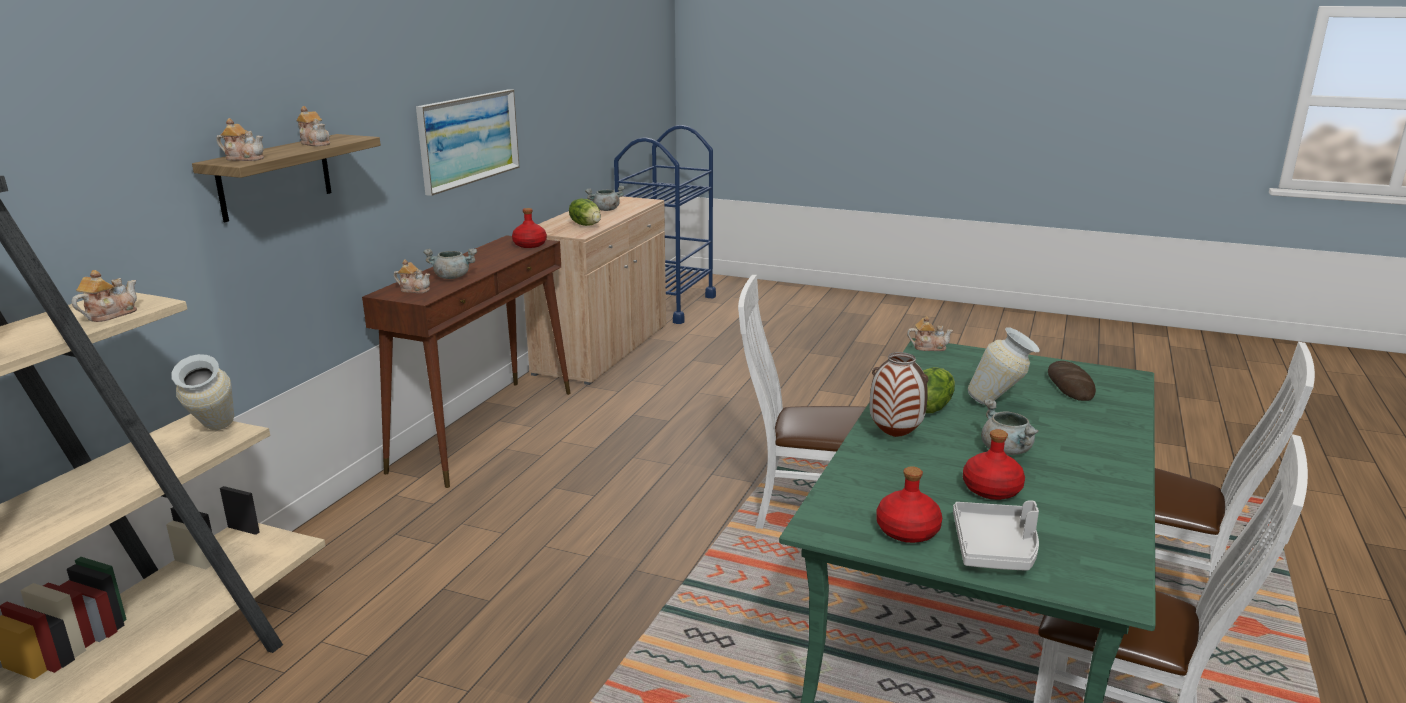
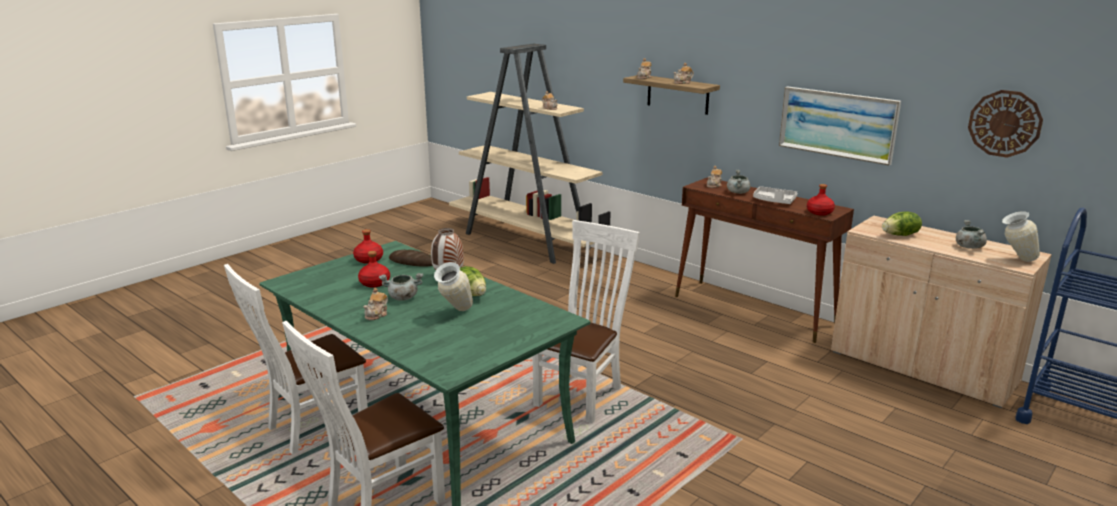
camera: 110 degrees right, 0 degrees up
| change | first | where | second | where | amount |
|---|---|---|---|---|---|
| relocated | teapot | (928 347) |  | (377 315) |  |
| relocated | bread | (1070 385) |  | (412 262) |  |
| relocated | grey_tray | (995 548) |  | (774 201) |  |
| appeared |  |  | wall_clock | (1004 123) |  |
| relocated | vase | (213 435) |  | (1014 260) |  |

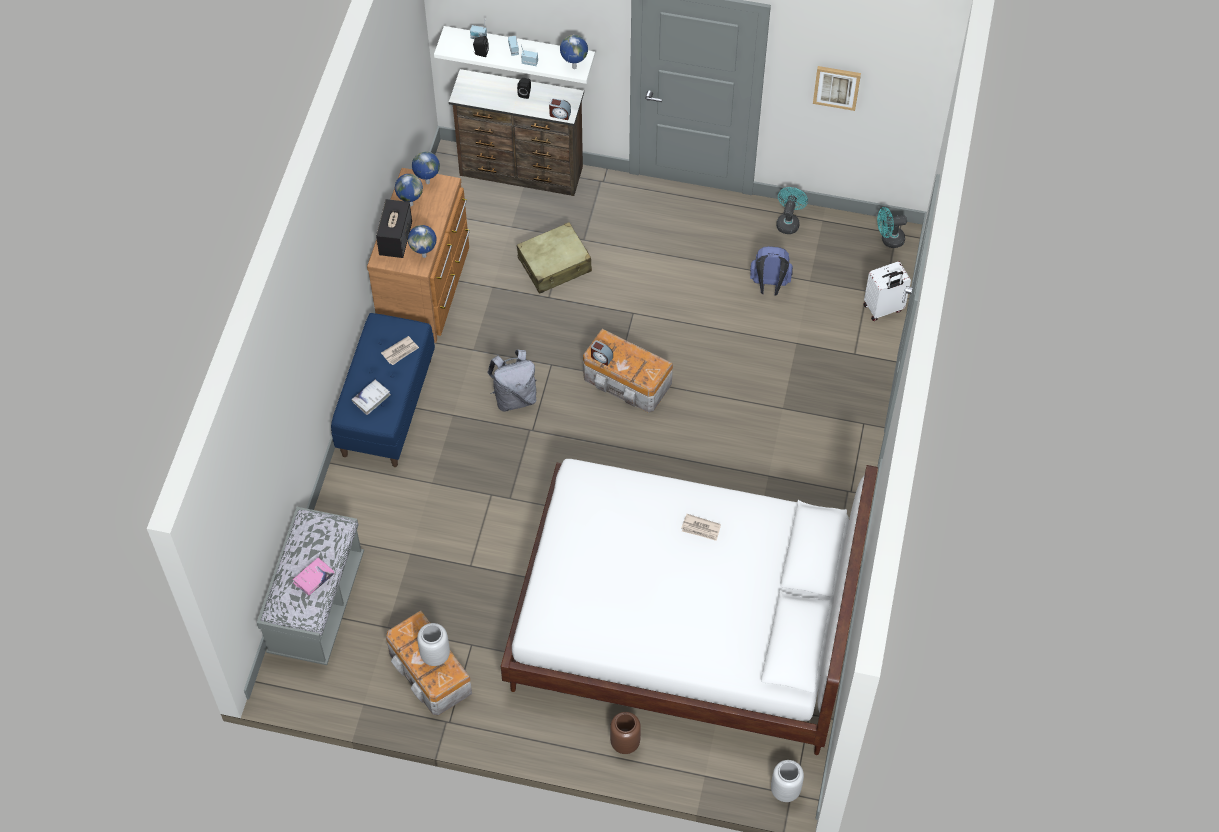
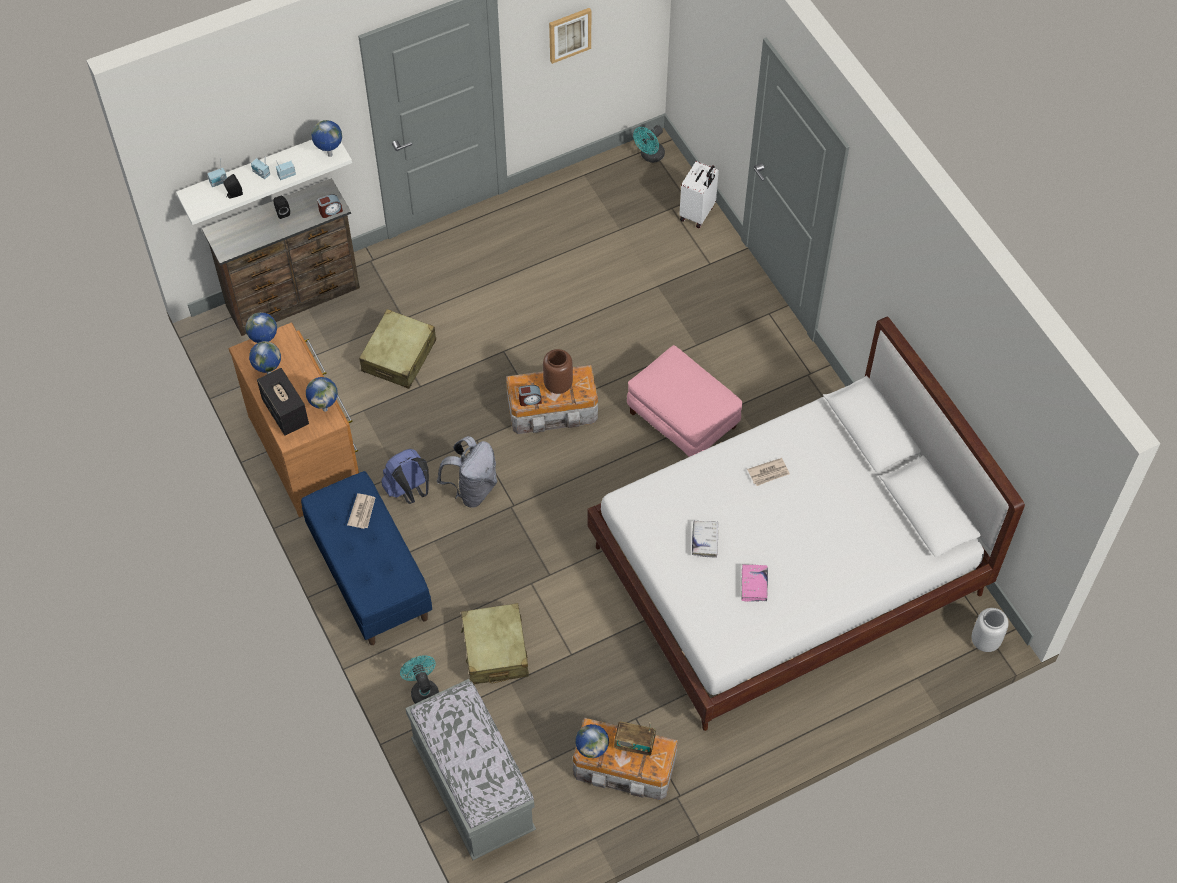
camera: 40 degrees left, 0 degrees up
| change | first | where | second | where | amount |
|---|---|---|---|---|---|
| relocated | blue_backpack | (769 285) |  | (409 491) |  |
| relocated | turquoise_fan | (788 222) |  | (423 690) |  |
| appeared |  |  | beige_suitcase | (495 651) |  |
| relocated | brown_vase | (624 743) |  | (558 385) |  |
| appeared |  |  | globe | (592 753) |  |
| exchanged | grey_vase | (436 655) | radio | (634 744) |  |
| appeared |  |  | pink_ottoman | (683 419) |  |
| relocated | white_book | (371 398) |  | (705 540) |  |
| relocated | pink_book | (313 579) |  | (754 585) |  |

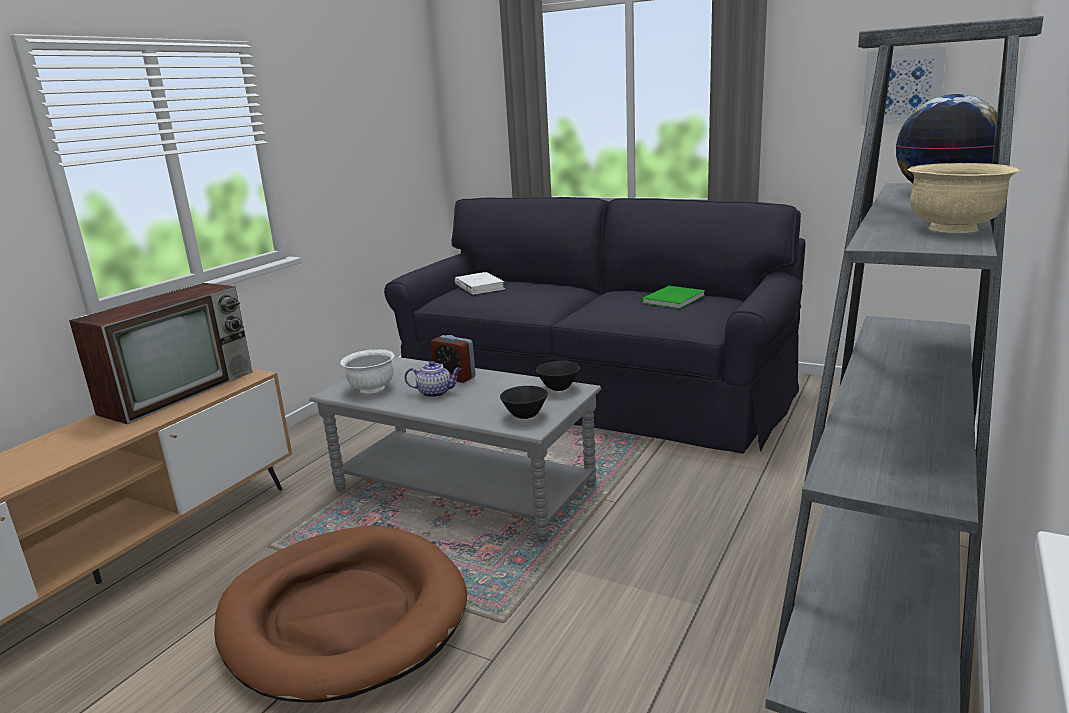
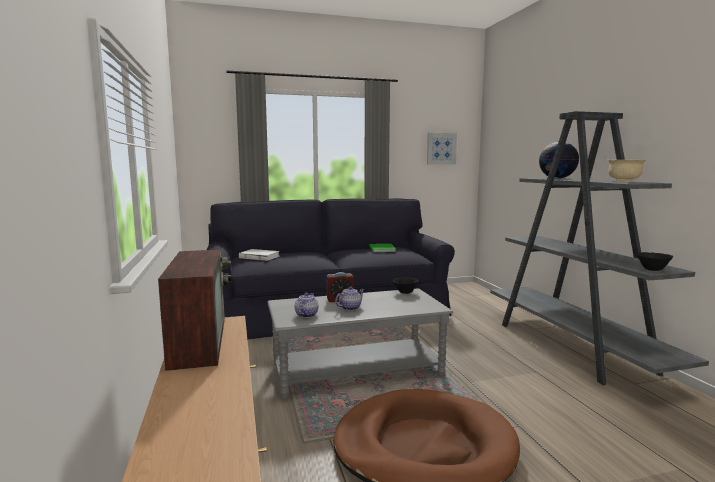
camera: 45 degrees left, 10 degrees down
| change | first | where | second | where | amount |
|---|---|---|---|---|---|
| exchanged | white_bowl | (371 388) | teapot | (306 315) |  |
| relocated | black_bowl | (525 416) |  | (652 270) |  |

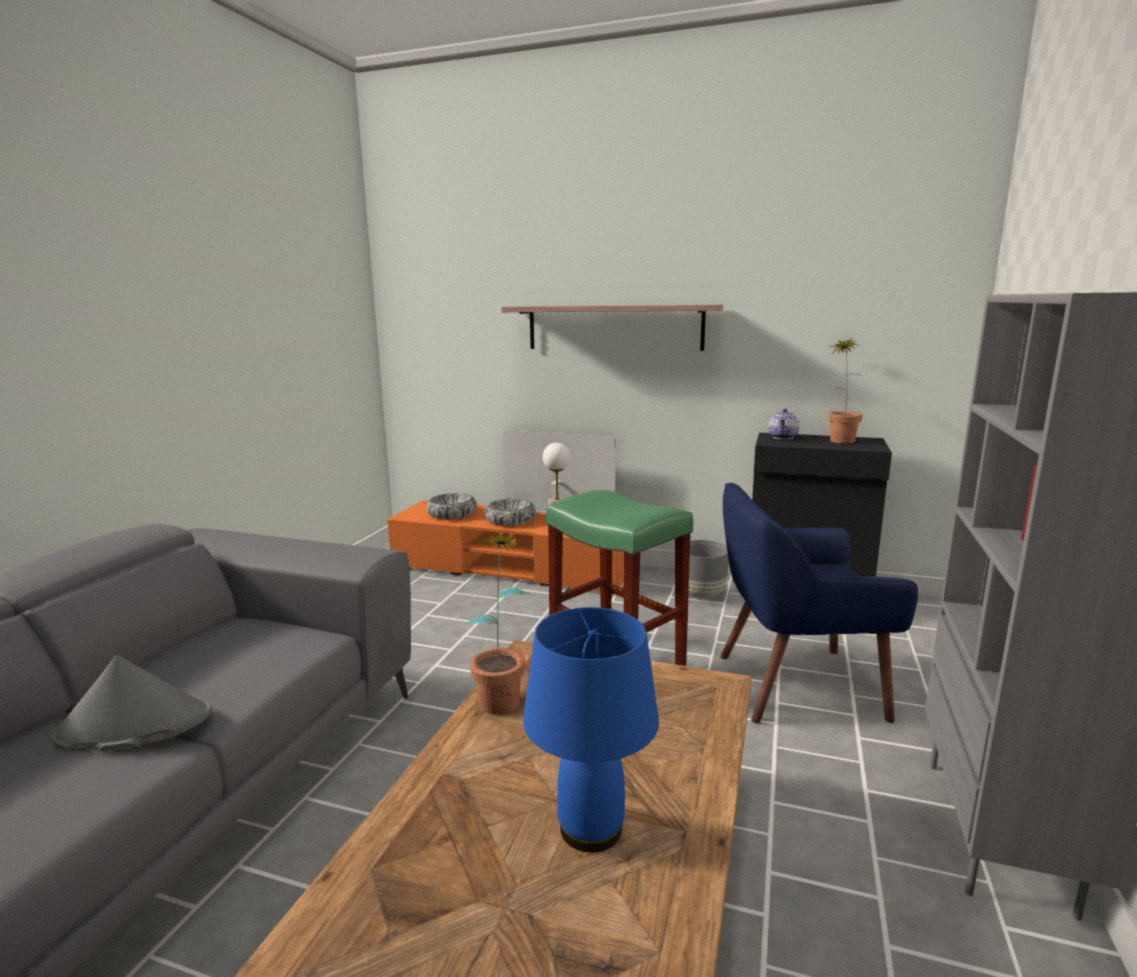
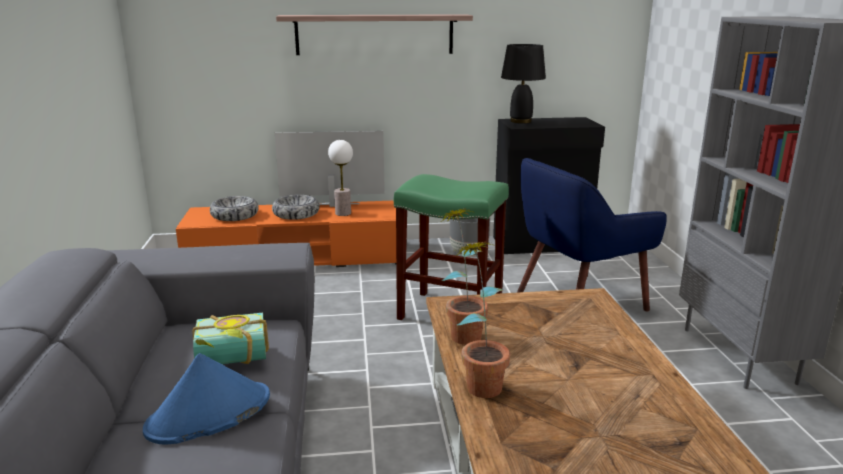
camera: 25 degrees left, 5 degrees up
| change | first | where | second | where | amount |
|---|---|---|---|---|---|
| colour | grey_hat | (134 725) | blue_hat | (209 414) |  |
| appeared |  |  | book | (232 361) |  |
| relocated | potted_plant | (840 439) |  | (480 381) |  |
| exchanged | teapot | (783 437) | black_table_lamp | (521 121) |  |
| missing | blue_table_lamp | (590 829) |  |  |  |

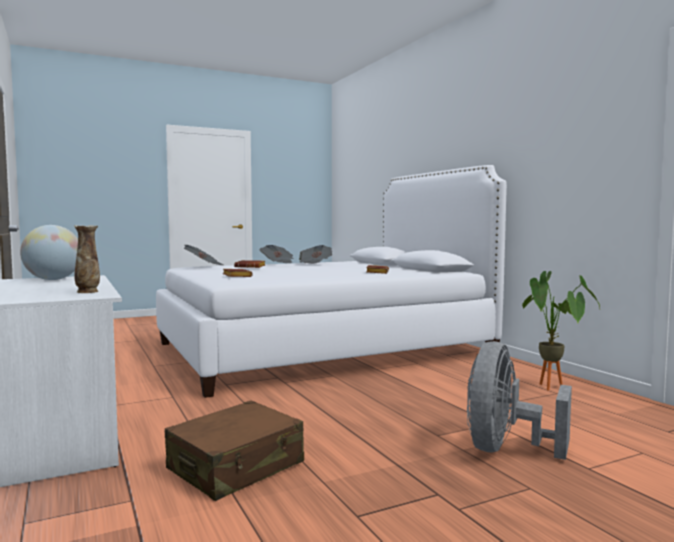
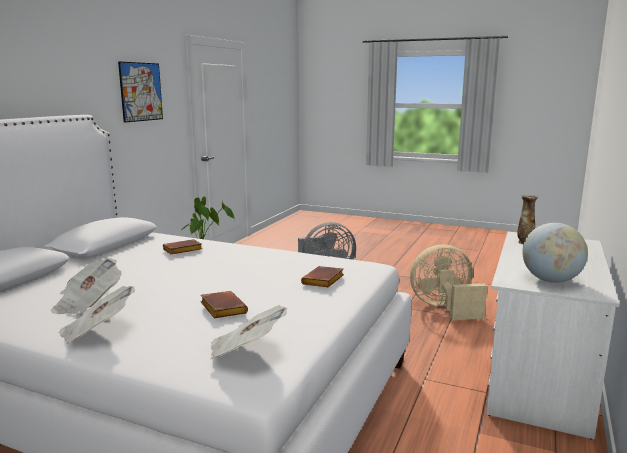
camera: 130 degrees left, 10 degrees up
| change | first | where | second | where | amount |
|---|---|---|---|---|---|
| appeared |  |  | picture | (141 92) |  |
| exchanged | brown_suitcase | (236 467) | beige_fan | (444 308) |  |

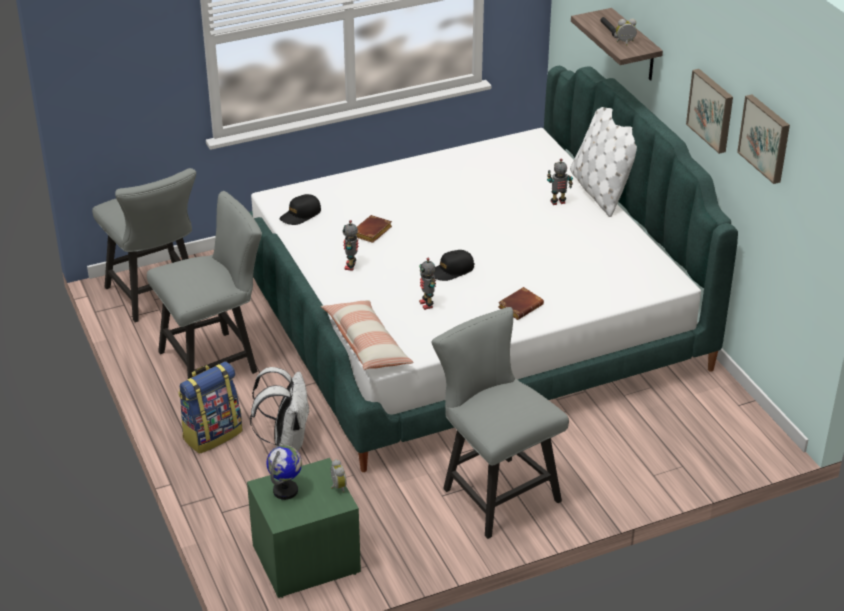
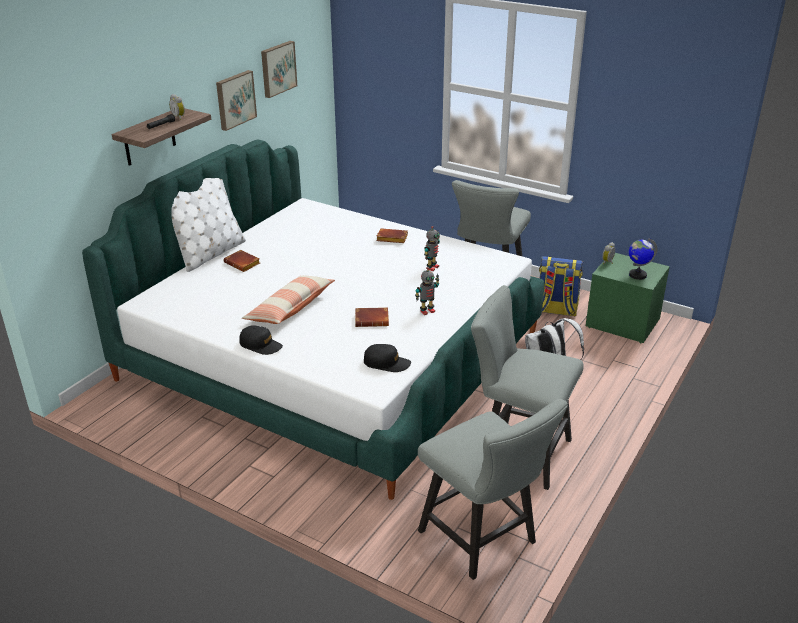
camera: 125 degrees left, 5 degrees down
| change | first | where | second | where | amount |
|---|---|---|---|---|---|
| exchanged | toy_robot | (558 203) | brown_book | (243 264) |  |
| relocated | black_cap | (451 271) |  | (261 345) |  |
| relocated | pillow | (366 344) |  | (290 308) |  |
| spun | grey_chair | (157 297) |  | (483 541) | 120 degrees clockwise |
| relocated | backpack | (212 434) |  | (556 310) |  |

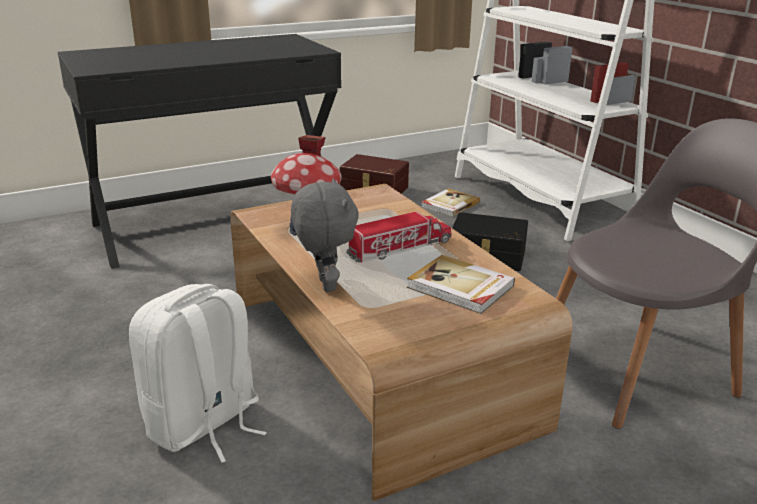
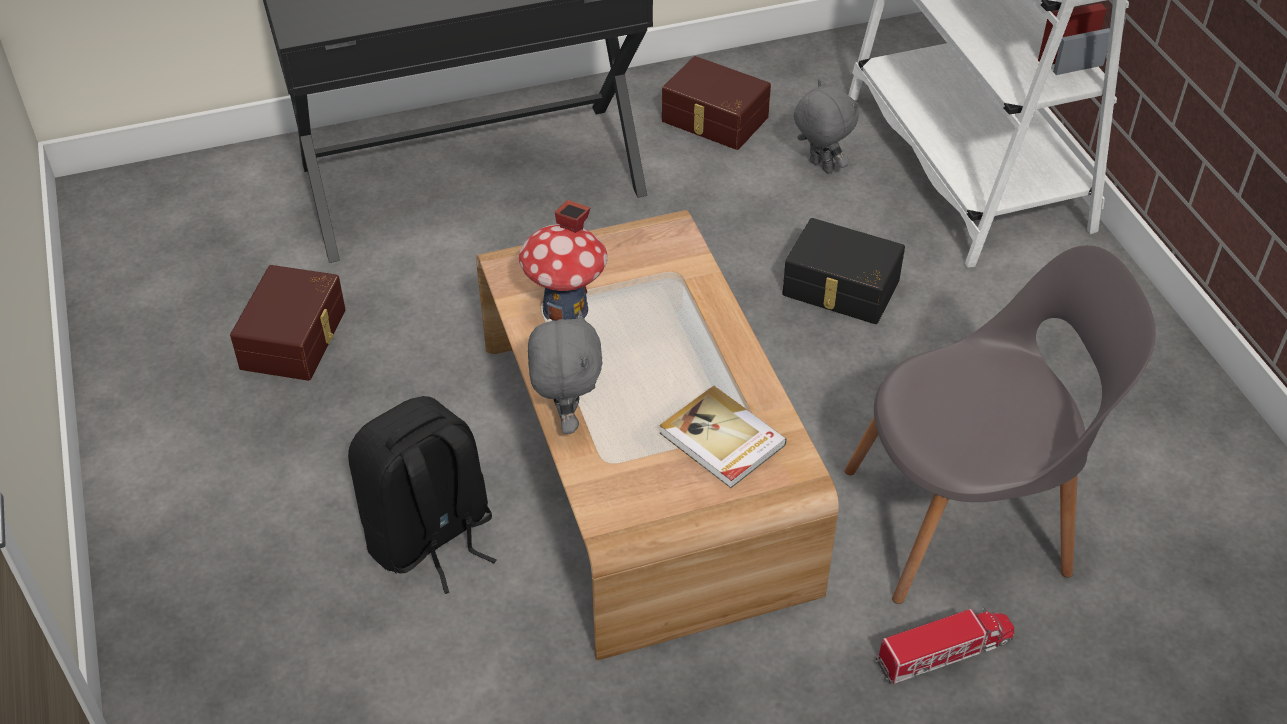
camera: 10 degrees right, 20 degrees up
| change | first | where | second | where | amount |
|---|---|---|---|---|---|
| appeared |  |  | brown_storage_box | (296 339) |  |
| colour | white_backpack | (204 425) | black_backpack | (430 538) |  |
| exchanged | book | (449 205) | grey_plush_toy | (819 167) |  |
| relocated | toy_truck | (400 248) |  | (944 652) |  |

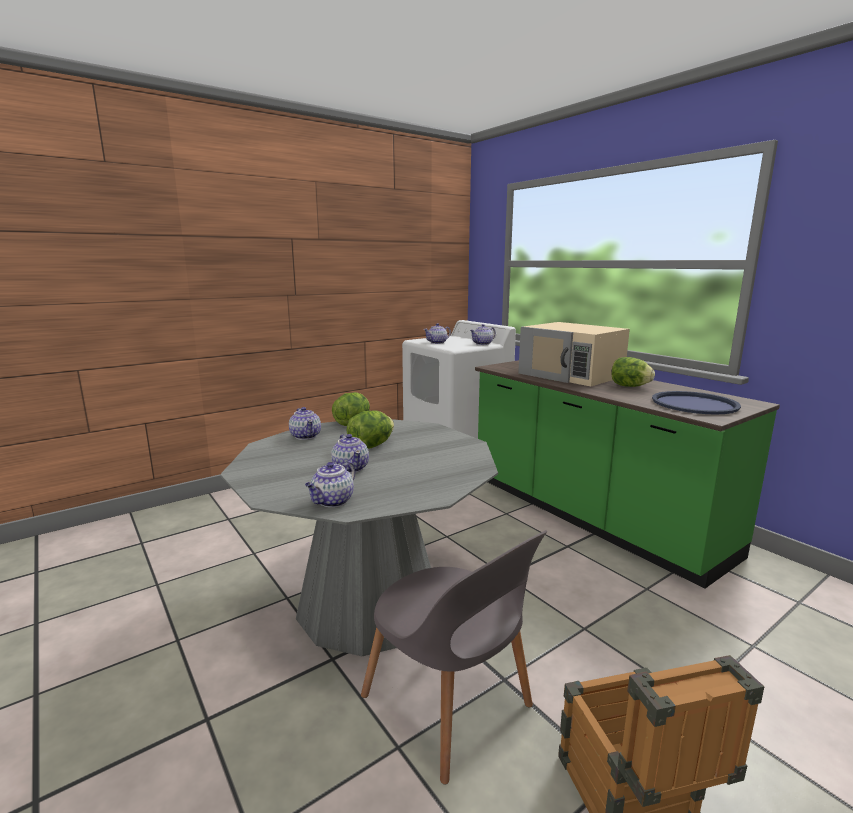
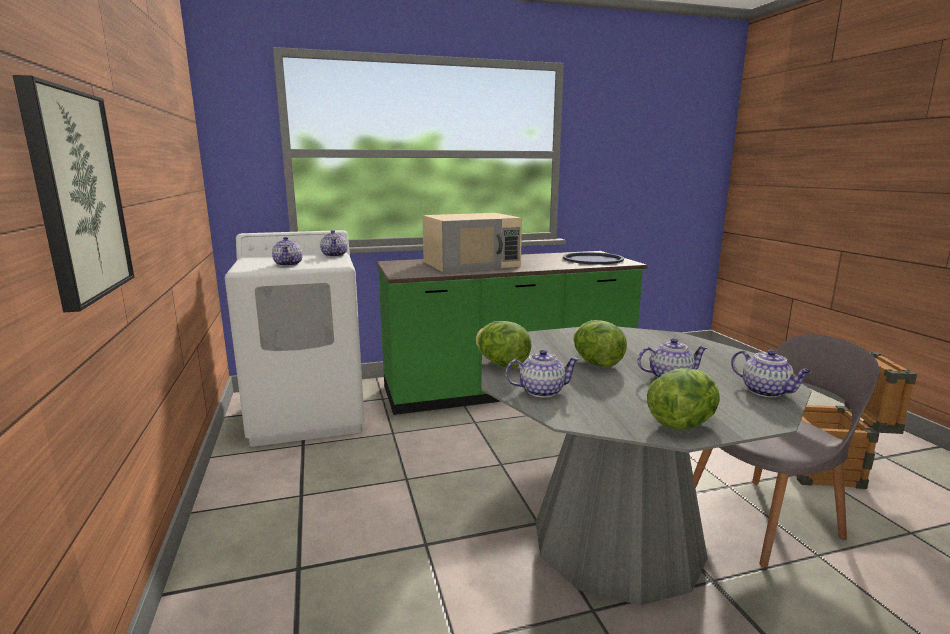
camera: 70 degrees left, 0 degrees up
| change | first | where | second | where | amount |
|---|---|---|---|---|---|
| appeared |  |  | picture | (77 195) |  |
| relocated | lettuce | (629 386) |  | (682 423) |  |

